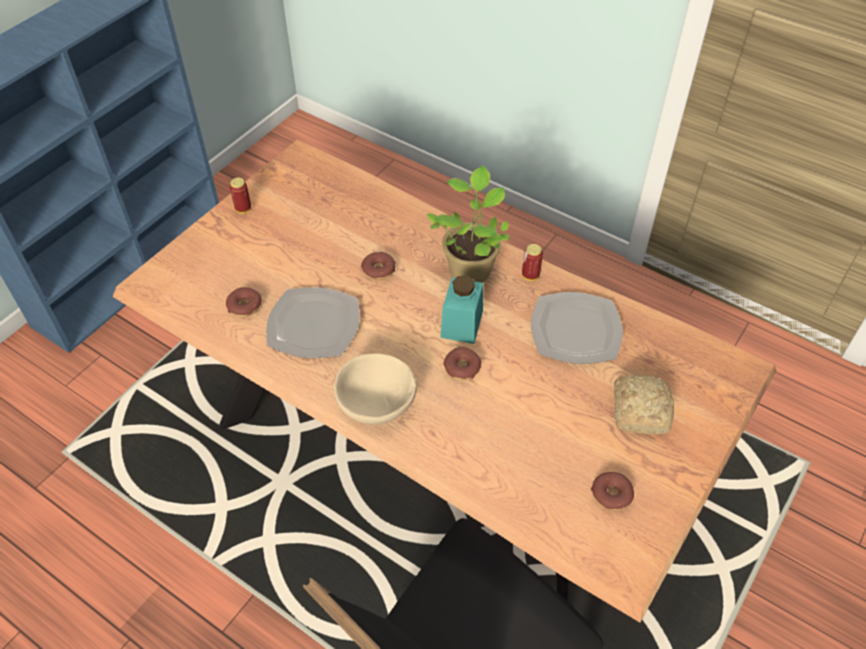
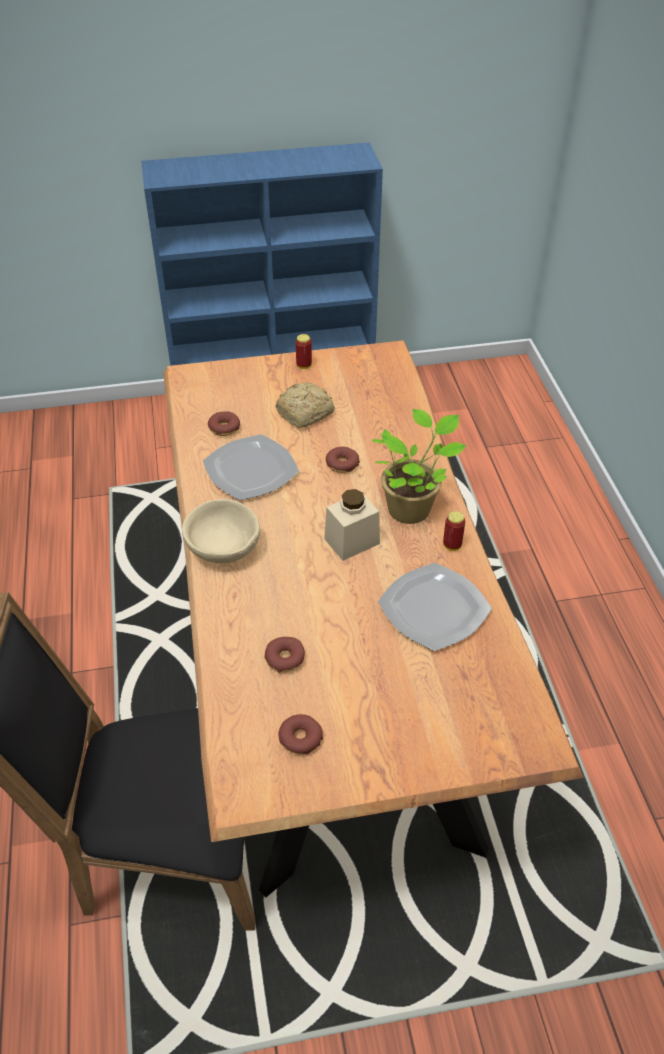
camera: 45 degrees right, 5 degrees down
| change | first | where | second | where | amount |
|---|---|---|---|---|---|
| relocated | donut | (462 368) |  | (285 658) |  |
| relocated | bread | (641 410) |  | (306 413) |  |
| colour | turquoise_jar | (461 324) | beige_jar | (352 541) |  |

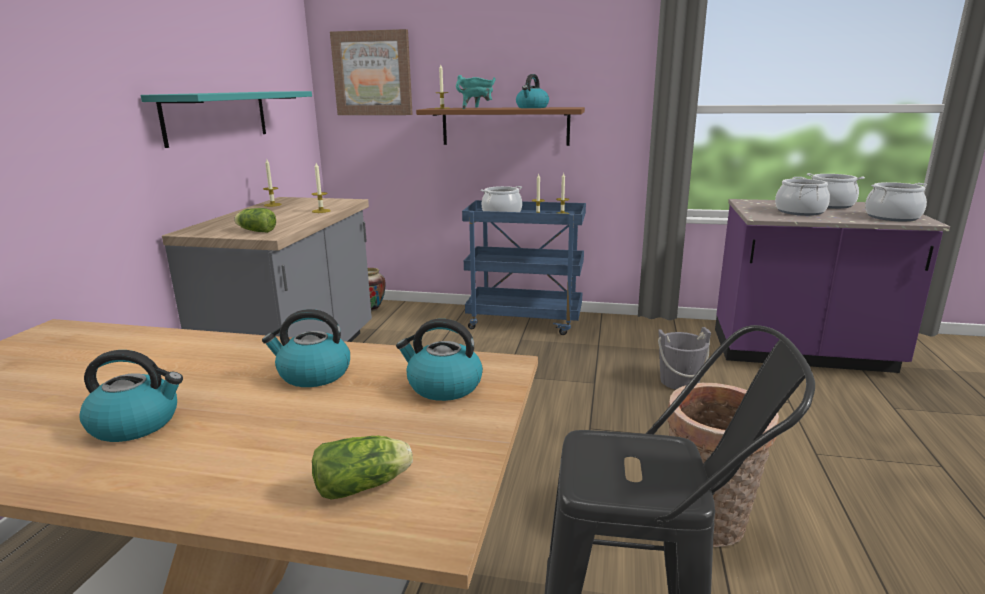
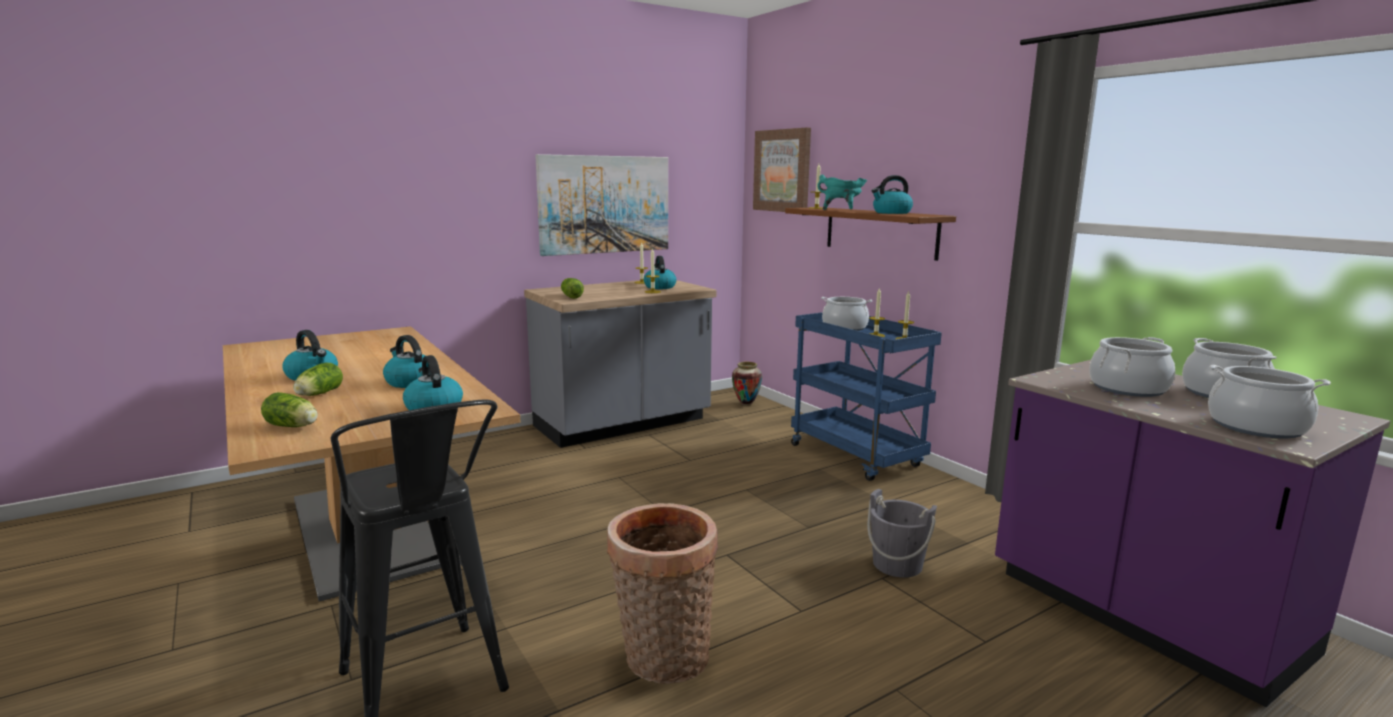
camera: 45 degrees right, 5 degrees down
| change | first | where | second | where | amount |
|---|---|---|---|---|---|
| appeared |  |  | lettuce | (317 394) |  |
| exchanged | turquoise_shelf | (217 116) | picture | (604 204) |  |
| appeared |  |  | kettle | (659 287) |  |

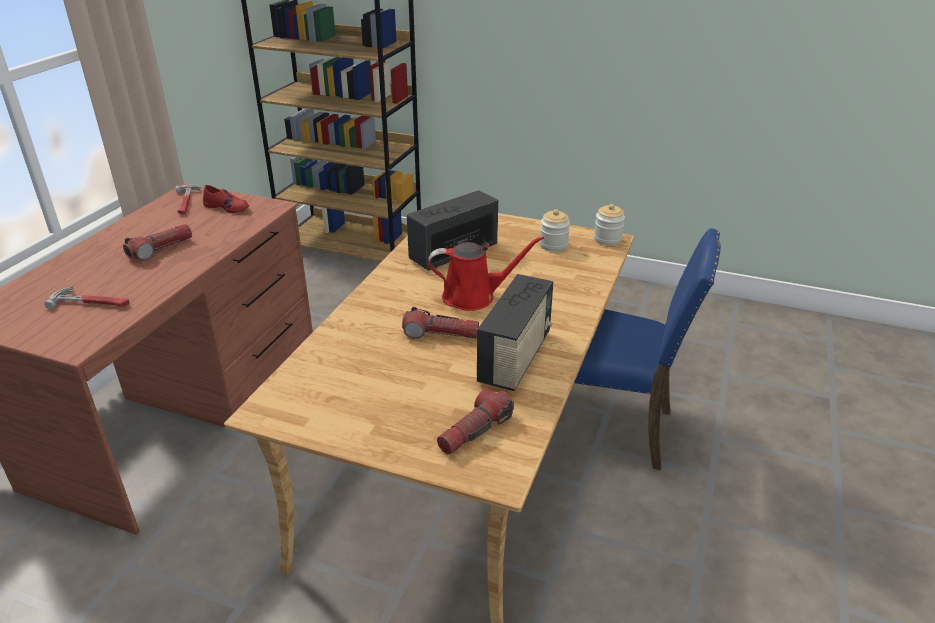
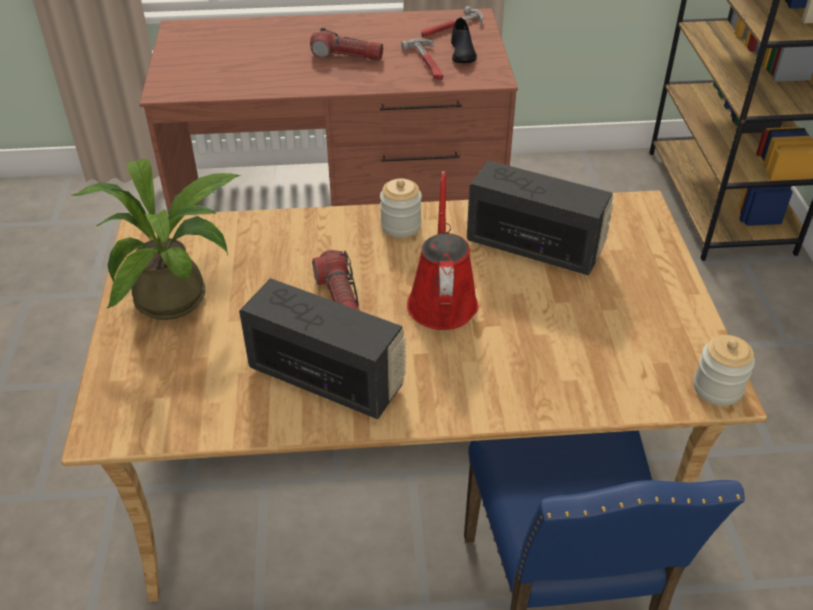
camera: 65 degrees right, 10 degrees up
| change | first | where | second | where | amount |
|---|---|---|---|---|---|
| appeared |  |  | potted_plant | (180 296) |  |
| spun | radio | (516 358) |  | (327 378) | 150 degrees counterclockwise |
| relocated | jar | (553 245) |  | (401 225) |  |
| relocated | hammer | (92 303) |  | (428 63) |  |
| spun | red_watering_can | (474 296) |  | (442 299) | 150 degrees counterclockwise |
| colour | red_shoe | (227 207) | black_shoe | (462 53) |  |
| missing | flashlight | (475 431) |  |  |  |

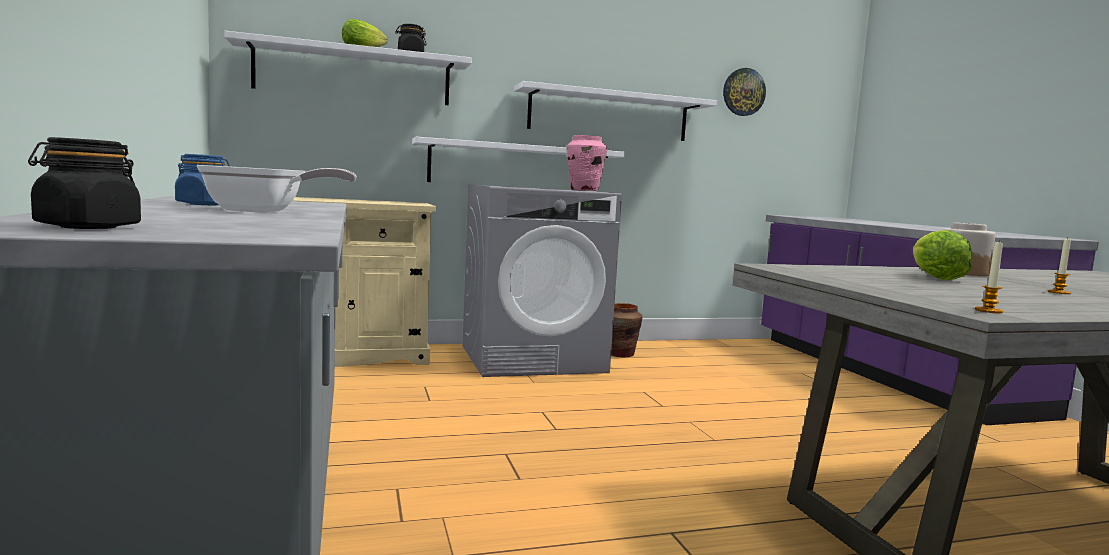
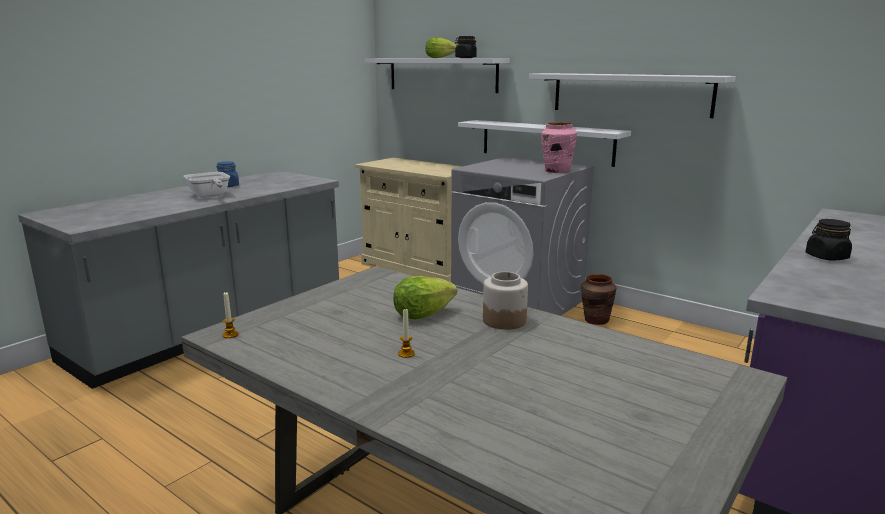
camera: 55 degrees right, 10 degrees up
| change | first | where | second | where | amount |
|---|---|---|---|---|---|
| relocated | black_jar | (88 227) |  | (826 257) |  |
| missing | wall_clock | (743 92) |  |  |  |

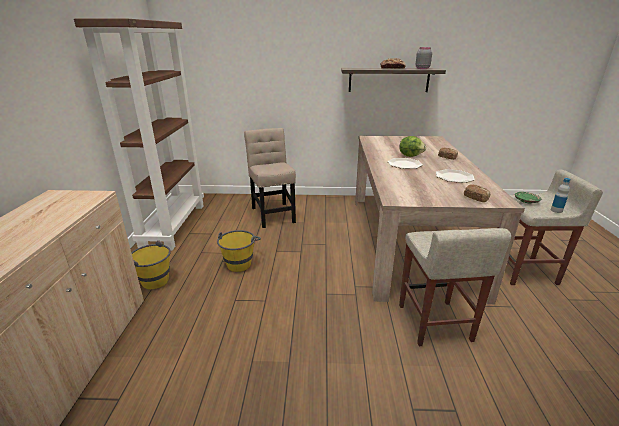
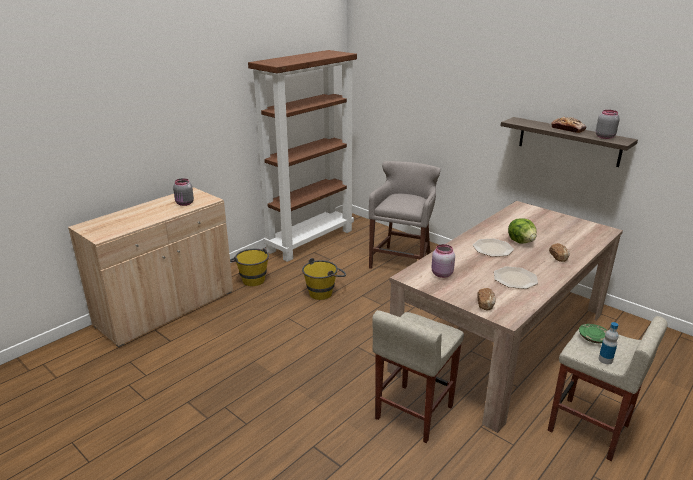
camera: 40 degrees right, 0 degrees up
| change | first | where | second | where | amount |
|---|---|---|---|---|---|
| appeared |  |  | grey_jar | (184 203) |  |
| exchanged | beige_chair | (273 213) | grey_stool | (402 260) |  |
| appeared |  |  | pink_jar | (441 274) |  |

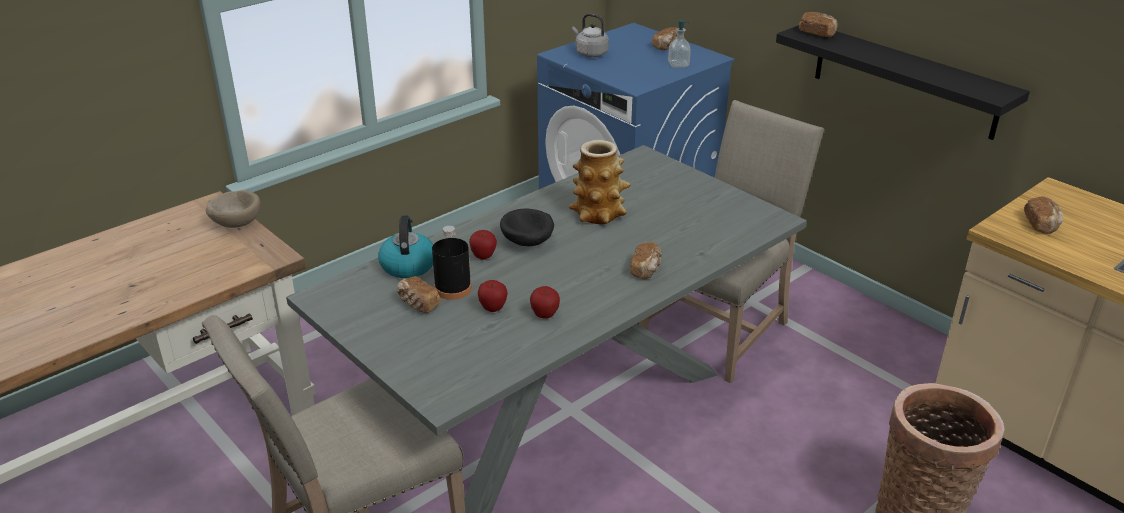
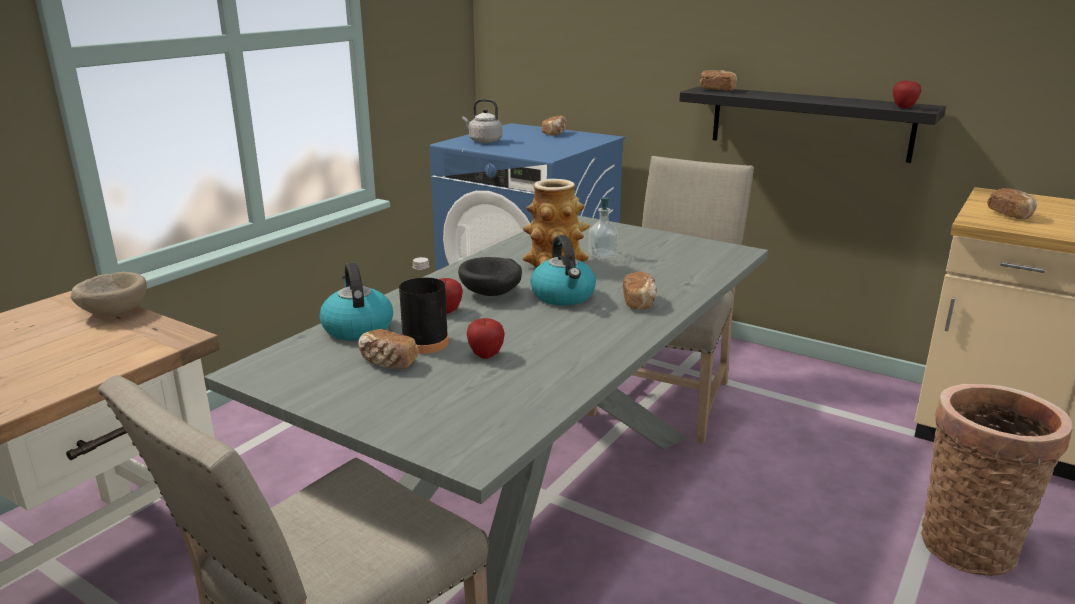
camera: 15 degrees left, 10 degrees down
| change | first | where | second | where | amount |
|---|---|---|---|---|---|
| appeared |  |  | kettle | (563 296) |  |
| relocated | soap_dispenser | (678 65) |  | (602 255) |  |
| relocated | apple | (545 315) |  | (903 107) |  |

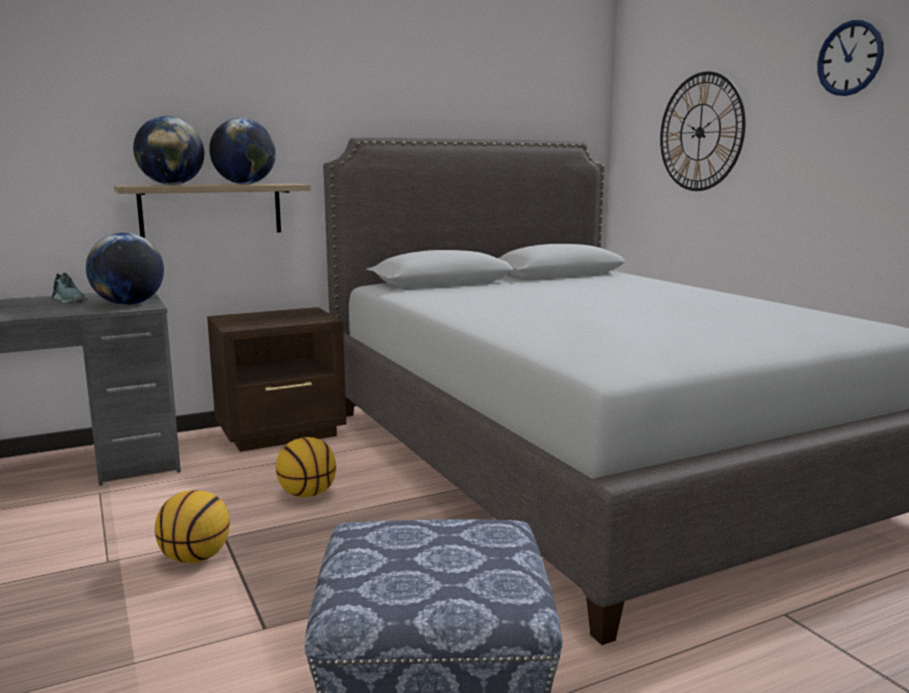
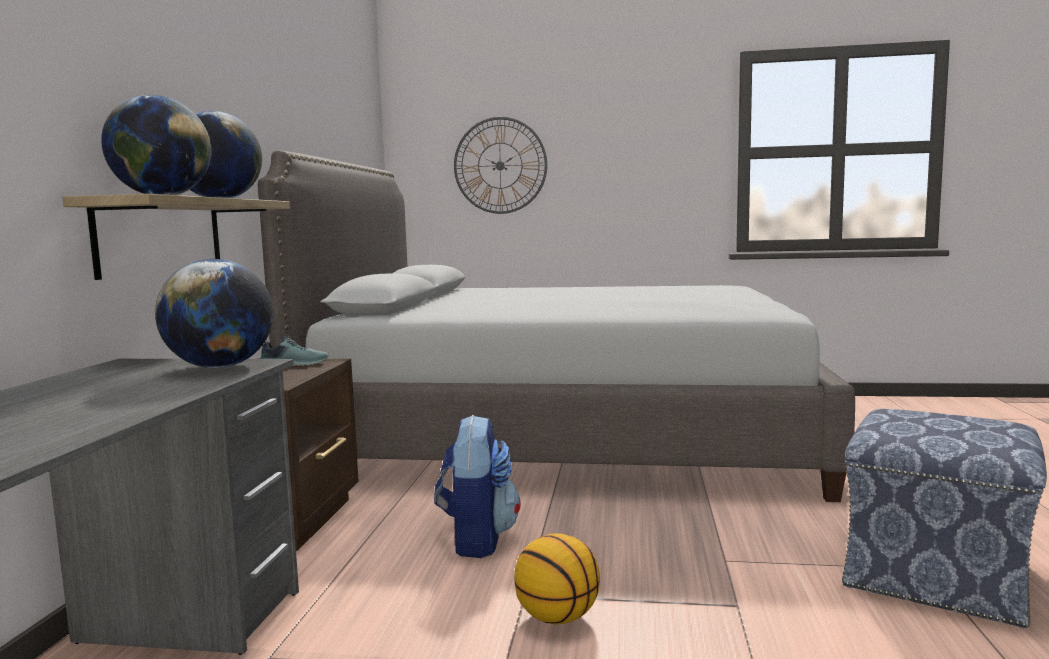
camera: 55 degrees left, 5 degrees down
| change | first | where | second | where | amount |
|---|---|---|---|---|---|
| relocated | shoe | (70 300) |  | (294 364) |  |
| exchanged | basketball | (307 494) | backpack | (477 539) |  |
| missing | wall_clock | (850 58) |  |  |  |

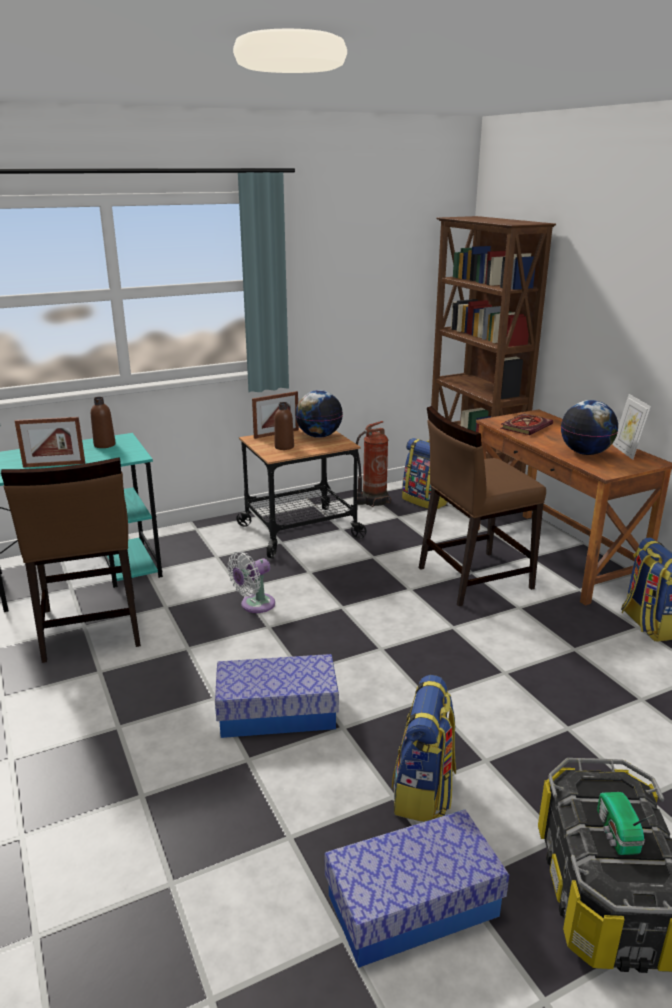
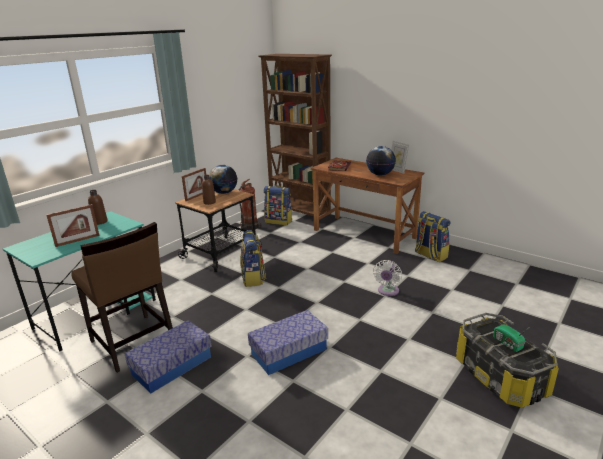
camera: 25 degrees left, 0 degrees up
| change | first | where | second | where | amount |
|---|---|---|---|---|---|
| relocated | storage_box | (412 906) |  | (172 366) |  |
| relocated | backpack | (424 792) |  | (253 278) |  |
| relocated | white_fan | (254 605) |  | (387 291) |  |
| missing | brown_chair | (473 577) |  |  |  |

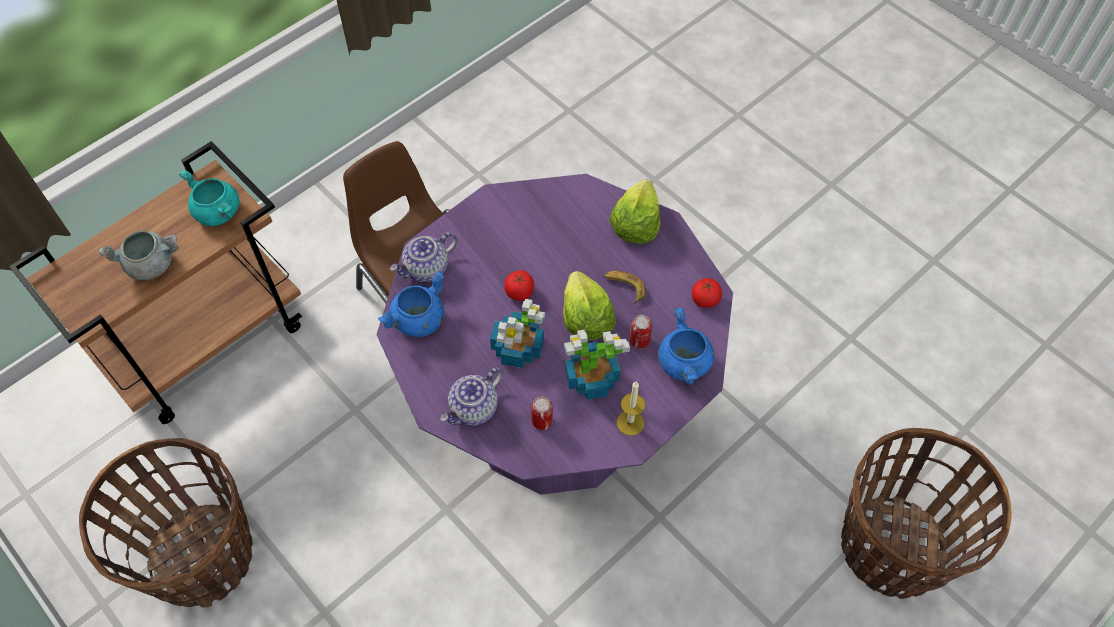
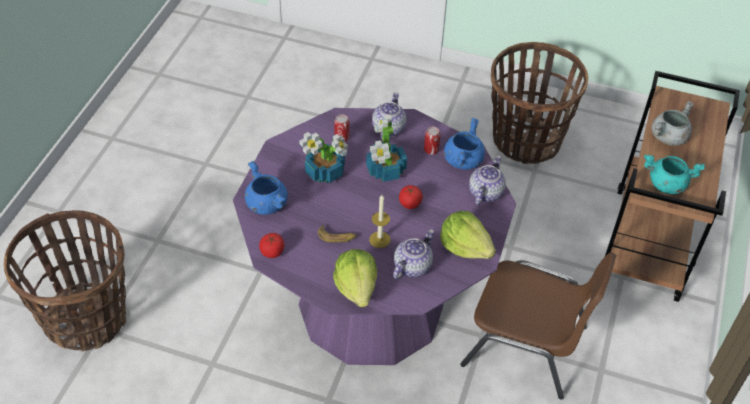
camera: 150 degrees right, 10 degrees down
| change | first | where | second | where | amount |
|---|---|---|---|---|---|
| relocated | candle | (630 423) |  | (379 239) |  |
| appeared |  |  | teapot | (412 266) |  |
| relocated | can | (639 340) |  | (431 150) |  |
| relocated | lettuce | (585 319) |  | (465 246) |  |

